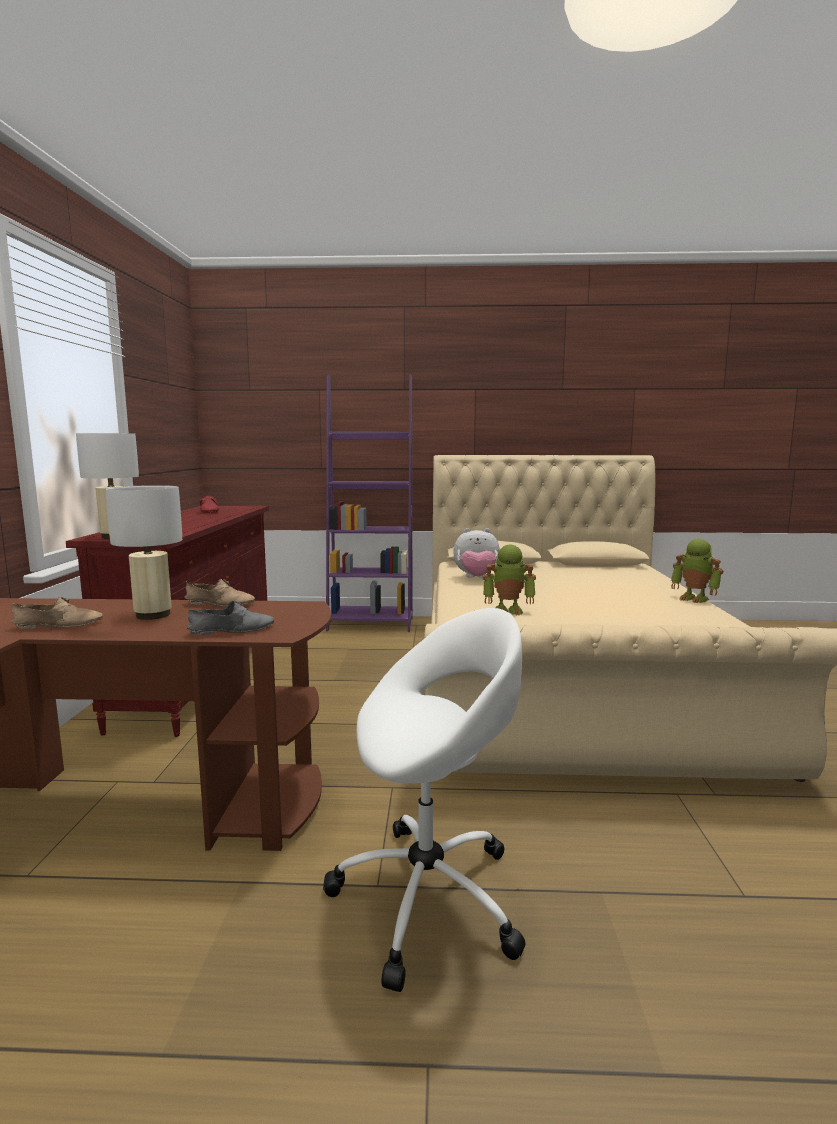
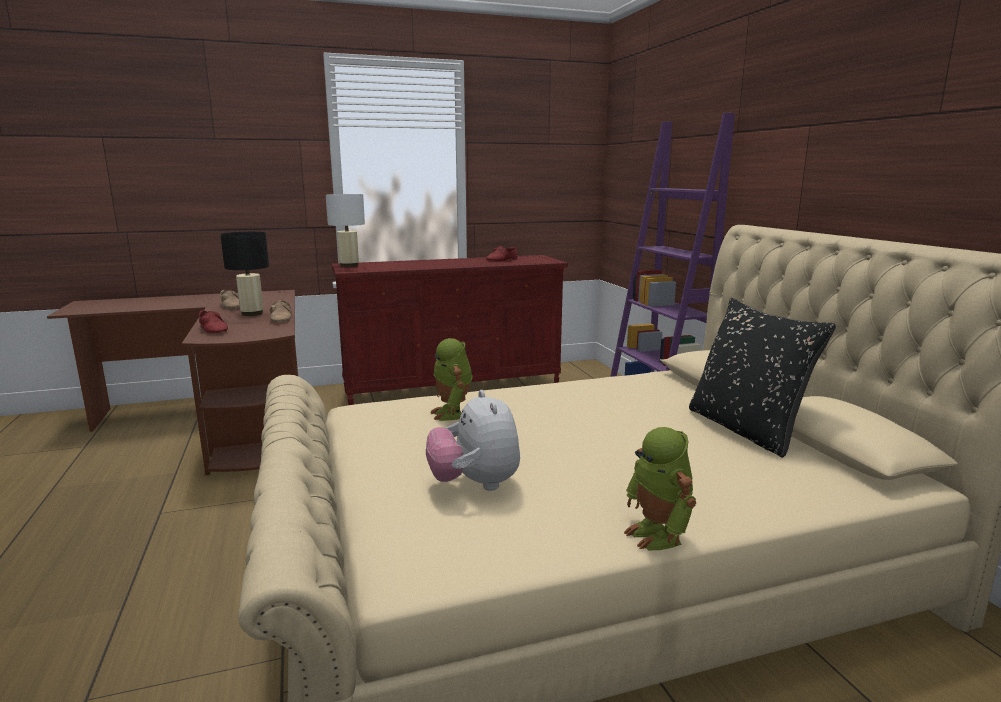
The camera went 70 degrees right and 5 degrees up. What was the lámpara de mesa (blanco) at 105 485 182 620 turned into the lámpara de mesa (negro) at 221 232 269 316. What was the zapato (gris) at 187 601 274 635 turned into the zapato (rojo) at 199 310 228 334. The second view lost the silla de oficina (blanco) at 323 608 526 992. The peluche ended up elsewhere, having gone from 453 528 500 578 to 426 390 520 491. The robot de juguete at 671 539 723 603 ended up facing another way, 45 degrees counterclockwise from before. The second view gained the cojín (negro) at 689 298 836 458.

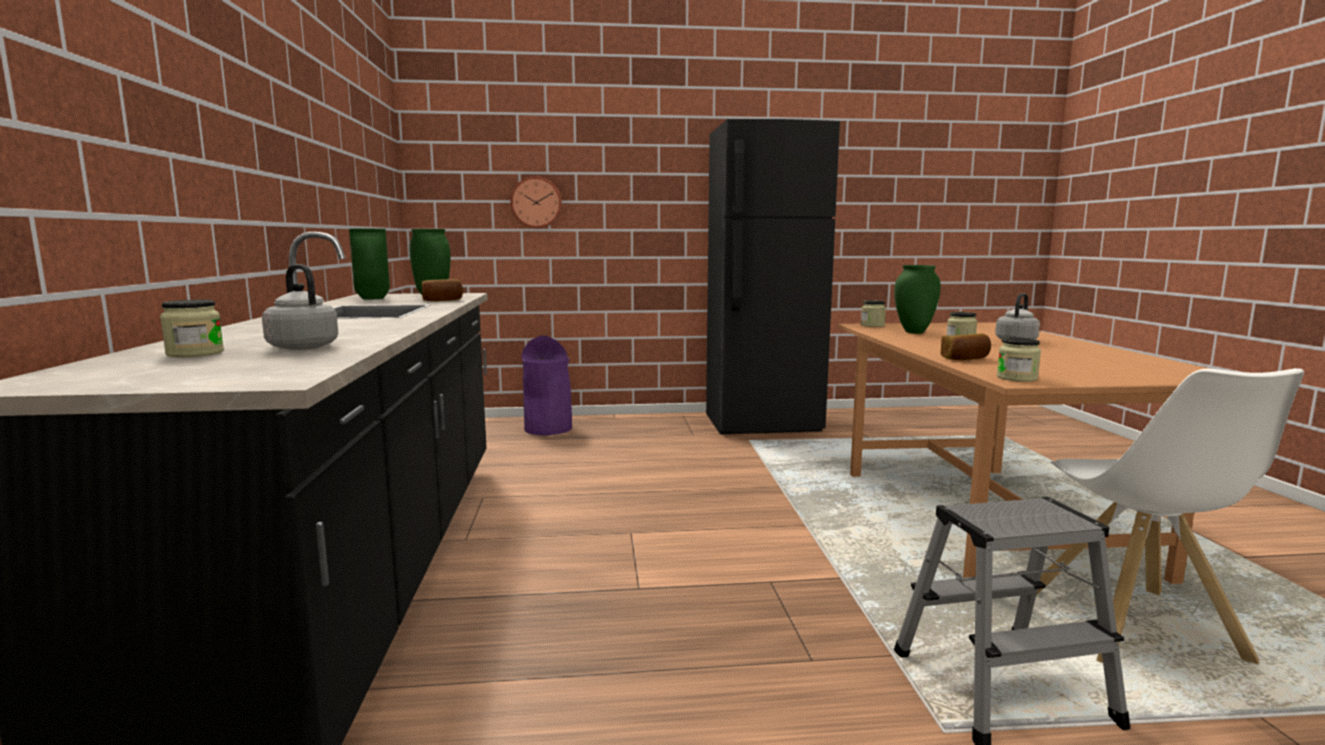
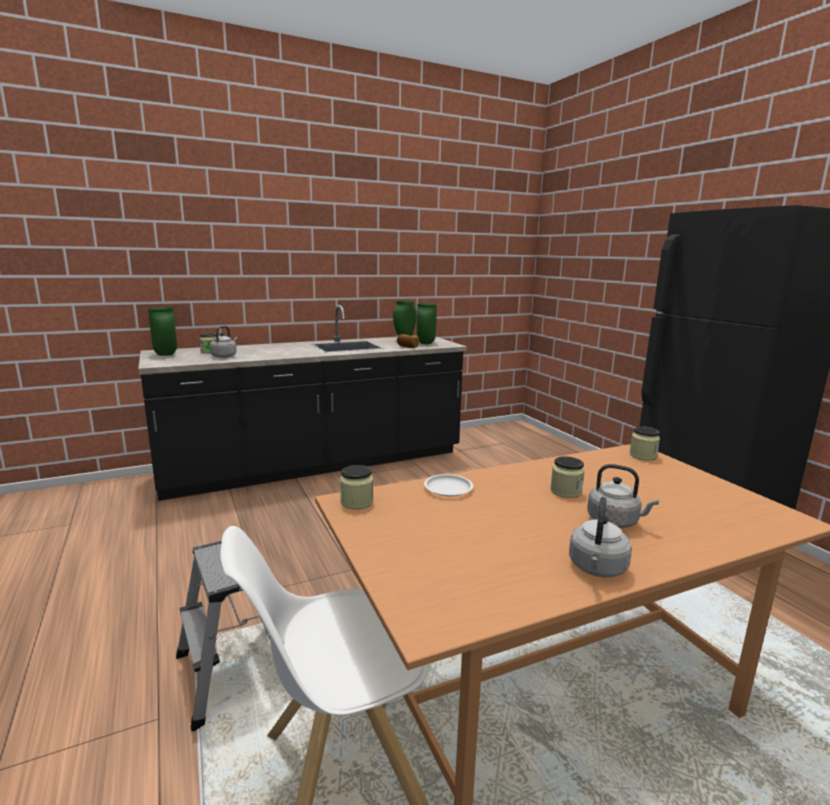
The camera went 70 degrees right and 5 degrees up. The second view lost the reloj de pared at 510 176 562 228. The second view lost the papelera (morado) at 522 336 572 435. The florero (verde) ended up elsewhere, having gone from 894 265 941 334 to 148 307 177 356. Where the pan stood at 941 333 991 360, the plato (blanco) came to stand at 424 474 473 496. The second view gained the hervidor (gris) at 569 497 632 577.

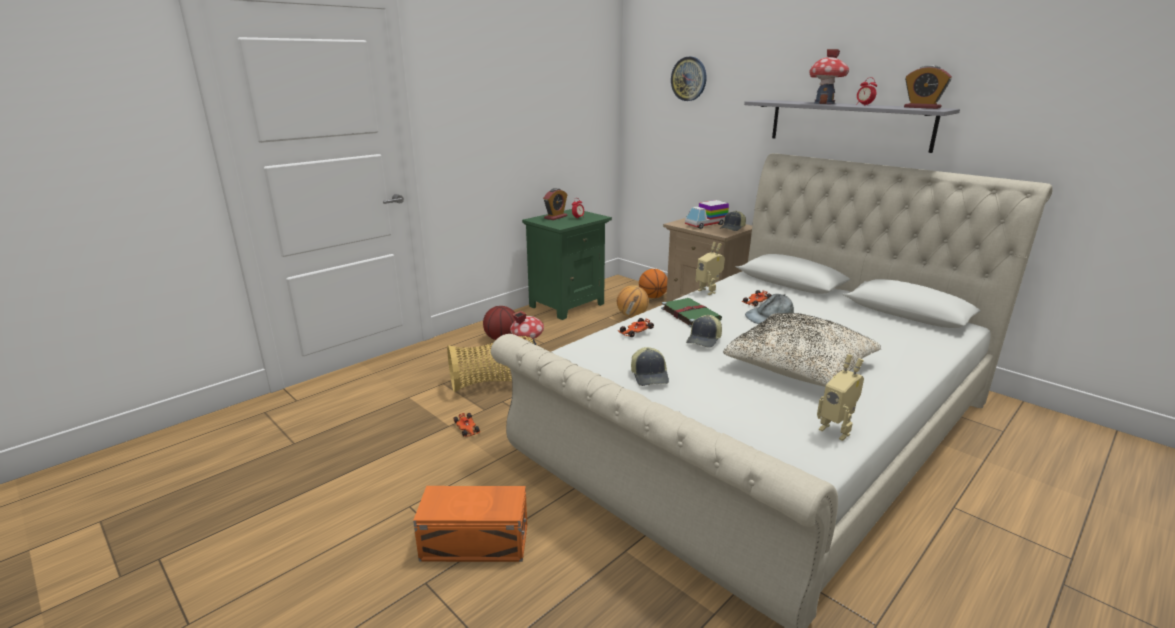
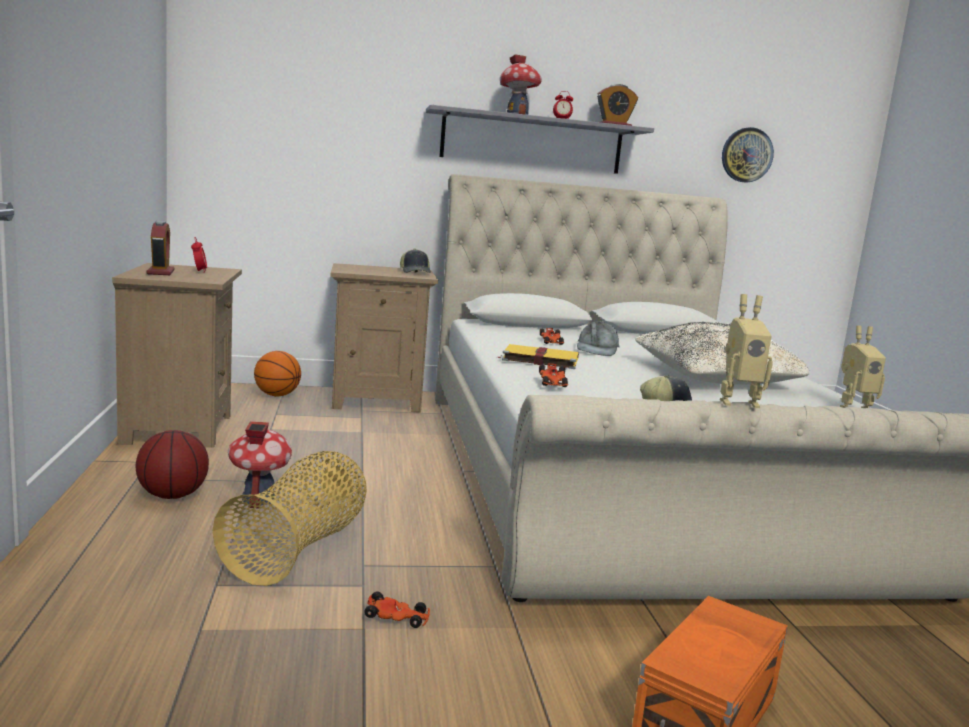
The camera went 55 degrees left and 10 degrees down. What was the mesita de noche (verde) at 522 209 612 320 turned into the mesita de noche (beis) at 112 263 242 448. The second view lost the balón de baloncesto at 617 285 649 317. What was the libro (verde) at 661 298 722 327 turned into the libro (amarillo) at 497 344 579 369. The reloj de pared ended up elsewhere, having gone from 671 57 707 101 to 722 127 774 182. The second view lost the camión de juguete at 685 200 729 229. The second view lost the gorra at 686 315 722 348. The robot de juguete ended up elsewhere, having gone from 696 242 725 295 to 720 294 773 408.

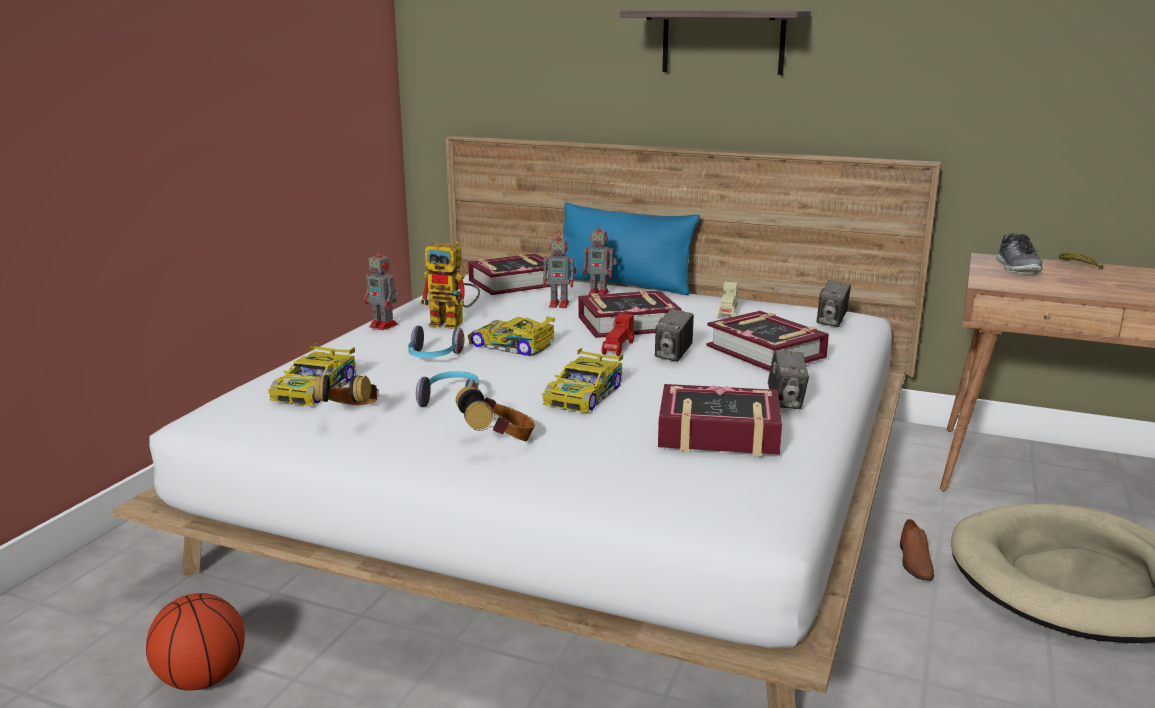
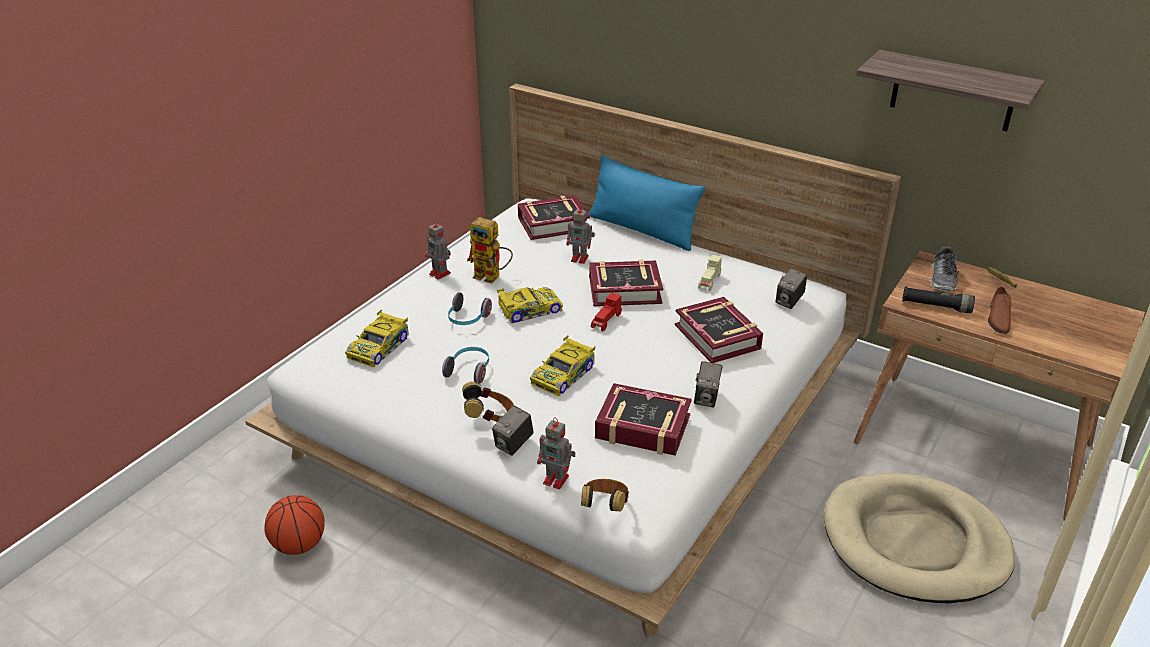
The camera went 10 degrees right and 15 degrees up. The auriculares ended up elsewhere, having gone from 314 375 379 405 to 581 479 629 512. The coche de juguete at 468 316 555 356 ended up facing another way, 120 degrees clockwise from before. The robot de juguete ended up elsewhere, having gone from 583 222 617 295 to 537 417 576 490. The estante ended up elsewhere, having gone from 620 11 811 75 to 856 50 1045 132. The cámara ended up elsewhere, having gone from 655 309 694 362 to 492 405 533 456. The zapato (marrón) ended up elsewhere, having gone from 900 519 934 581 to 988 287 1011 334. The second view gained the linterna (negro) at 902 286 975 313.

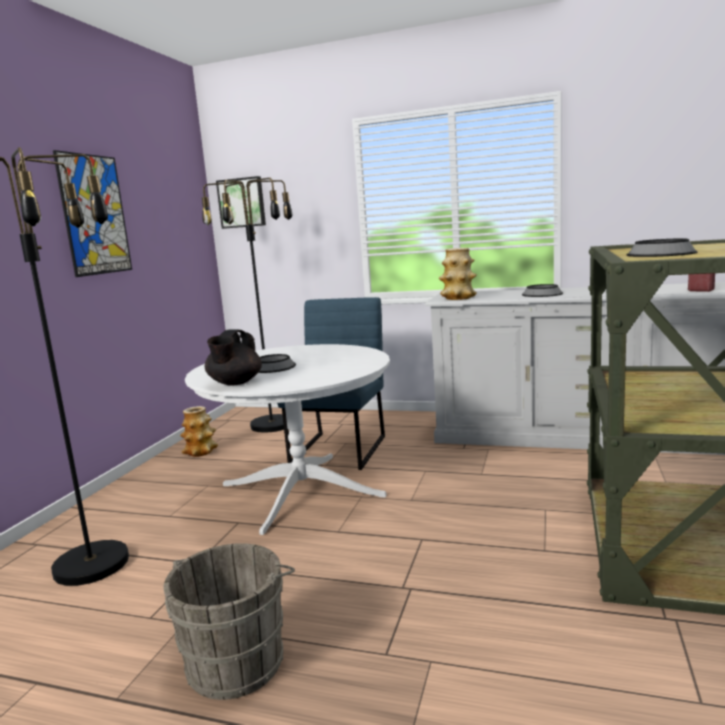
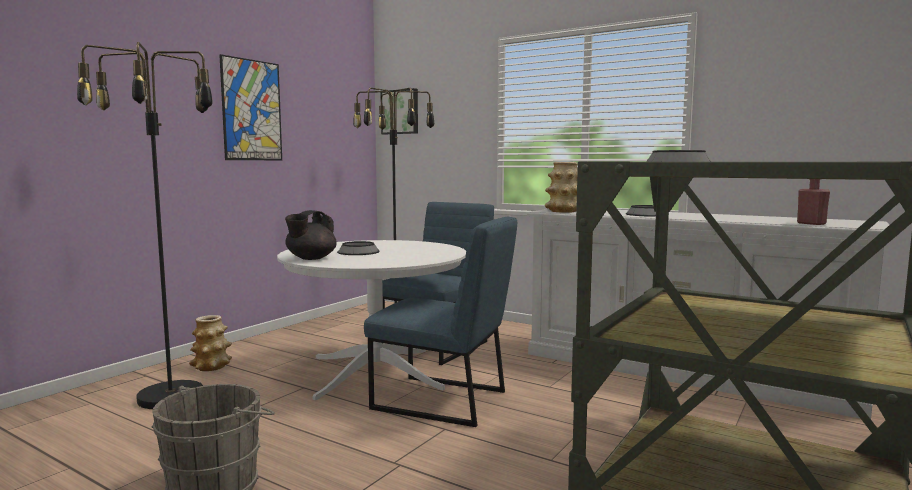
The camera went 15 degrees right and 5 degrees down. The florero ended up elsewhere, having gone from 180 406 218 457 to 189 315 232 371. The second view gained the silla (azul) at 364 217 517 427.

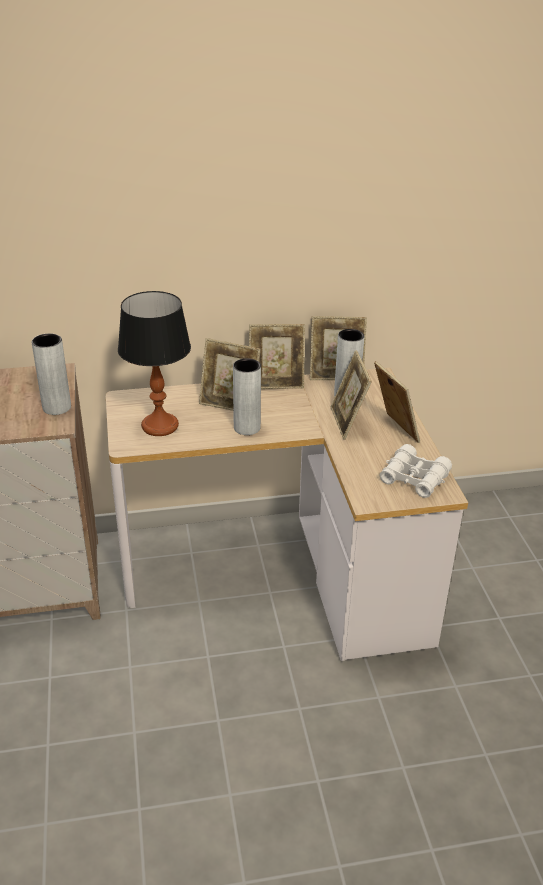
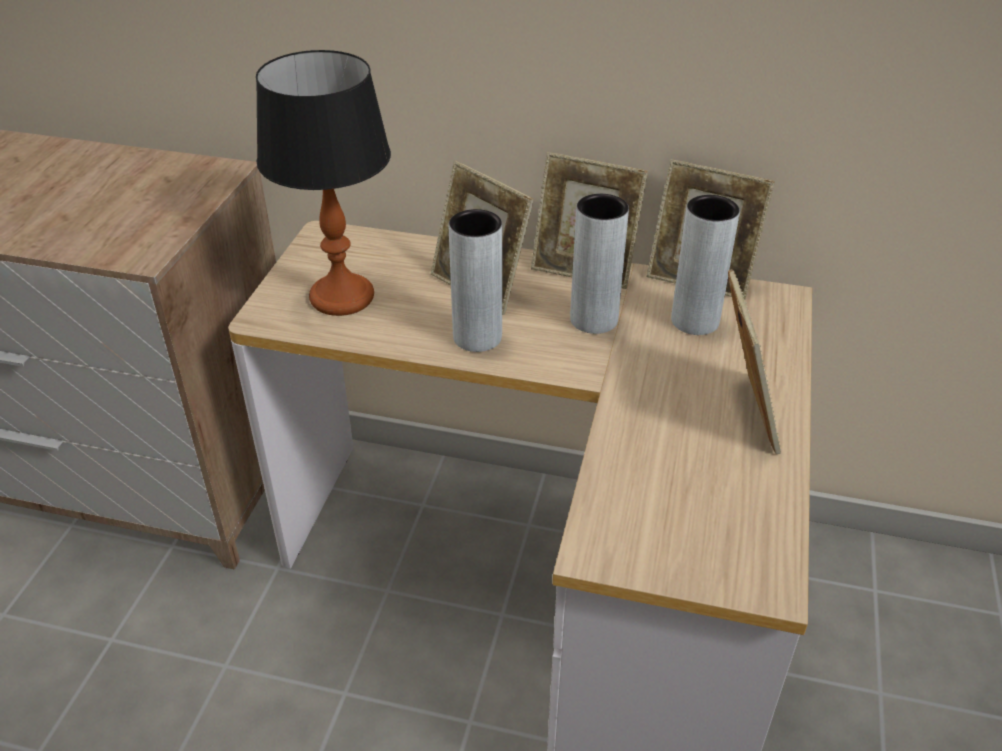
The camera went 25 degrees right and 5 degrees up. The florero (gris) ended up elsewhere, having gone from 32 333 71 415 to 570 194 629 334. The second view lost the portarretratos at 330 350 372 440. The second view lost the prismáticos (blanco) at 380 444 452 498.

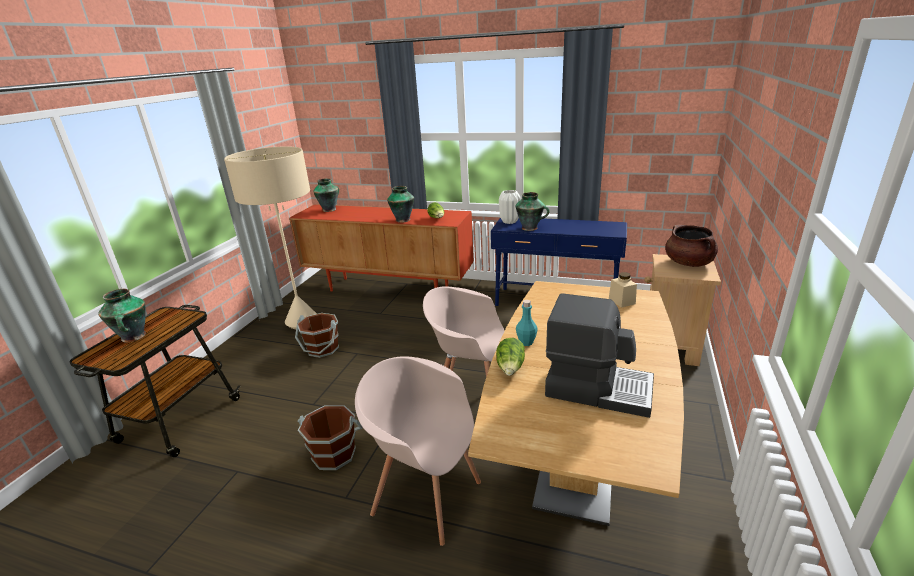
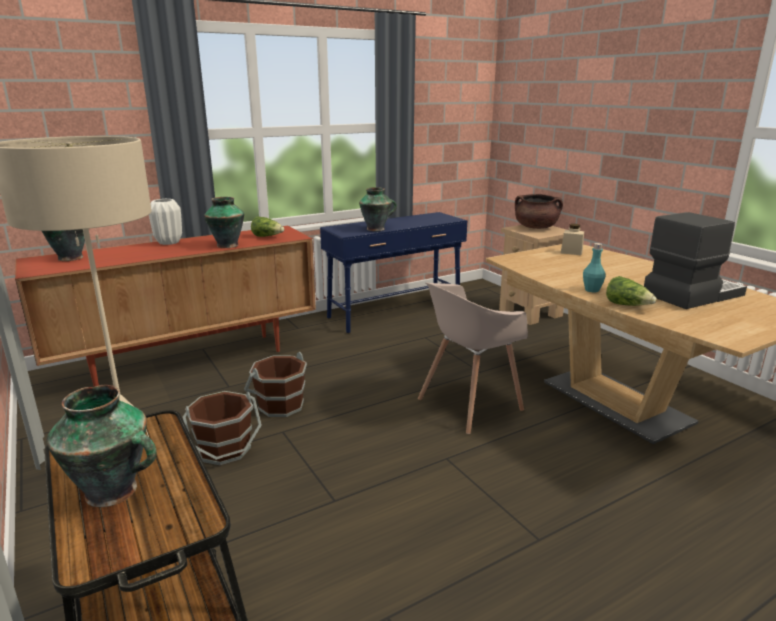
The camera went 50 degrees left and 5 degrees down. The cubo (marrón) ended up elsewhere, having gone from 298 405 363 470 to 244 352 307 417. The second view lost the silla (beis) at 355 356 481 546. The florero (blanco) ended up elsewhere, having gone from 499 190 521 224 to 149 199 182 245.

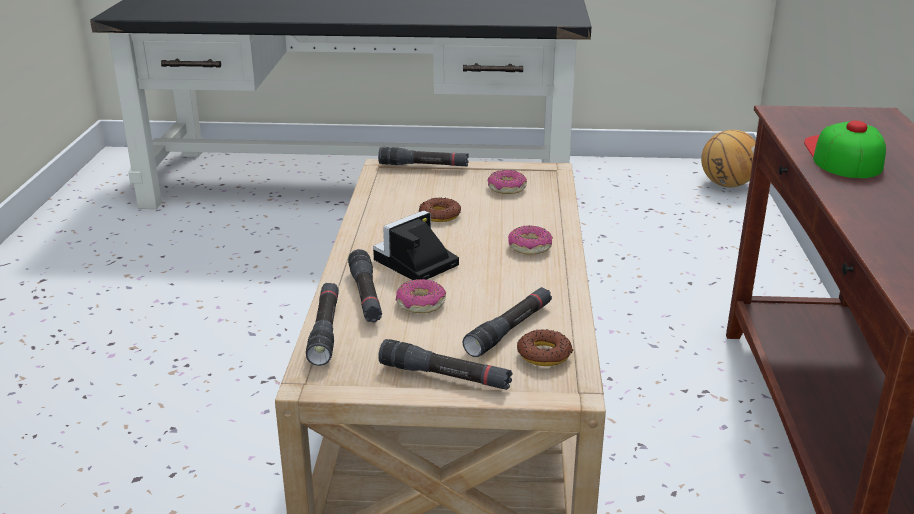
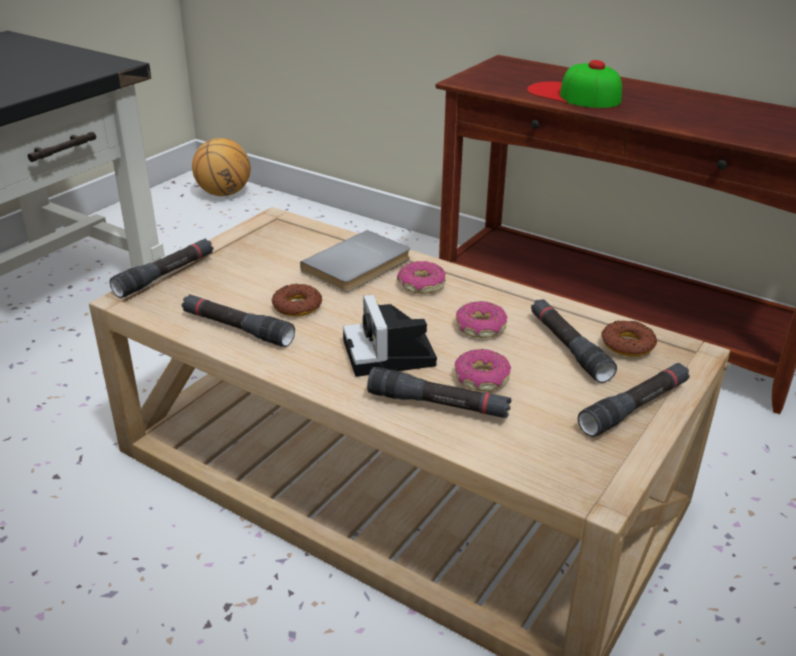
The camera went 60 degrees left and 5 degrees up. The linterna (negro) ended up elsewhere, having gone from 306 283 339 366 to 182 295 295 347. The rosquilla ended up elsewhere, having gone from 488 170 527 194 to 456 301 507 338. The second view gained the libro (gris) at 300 230 410 292.

